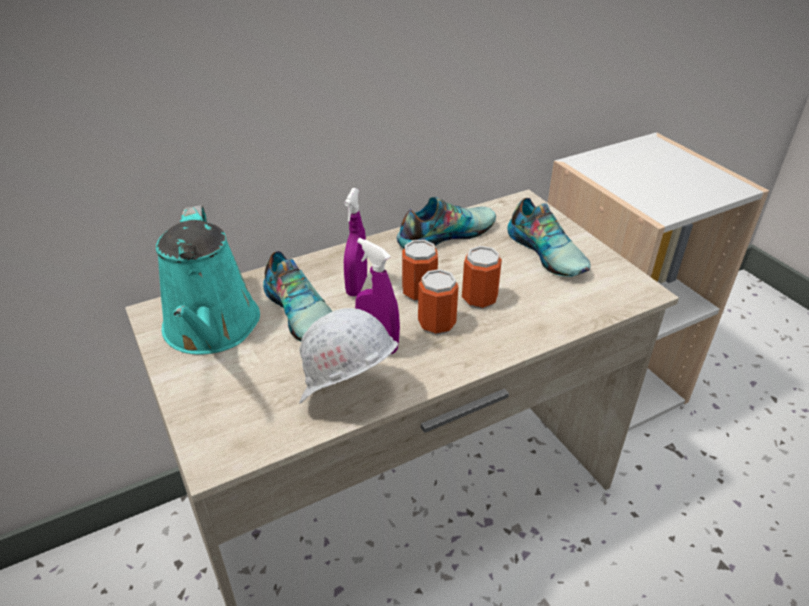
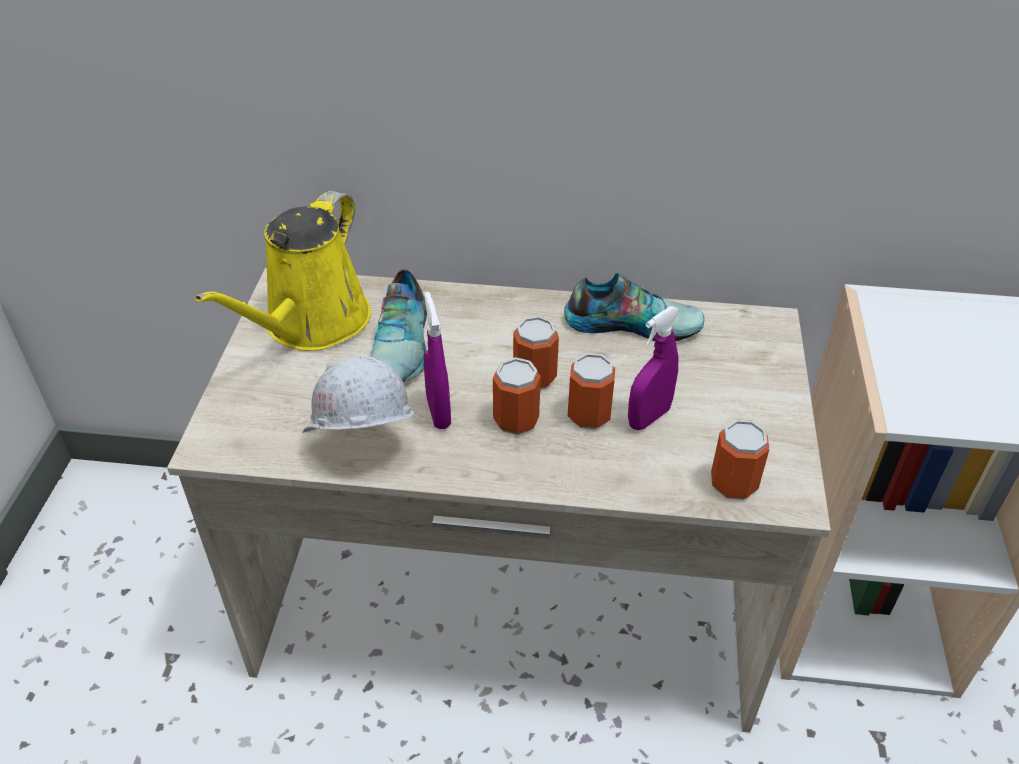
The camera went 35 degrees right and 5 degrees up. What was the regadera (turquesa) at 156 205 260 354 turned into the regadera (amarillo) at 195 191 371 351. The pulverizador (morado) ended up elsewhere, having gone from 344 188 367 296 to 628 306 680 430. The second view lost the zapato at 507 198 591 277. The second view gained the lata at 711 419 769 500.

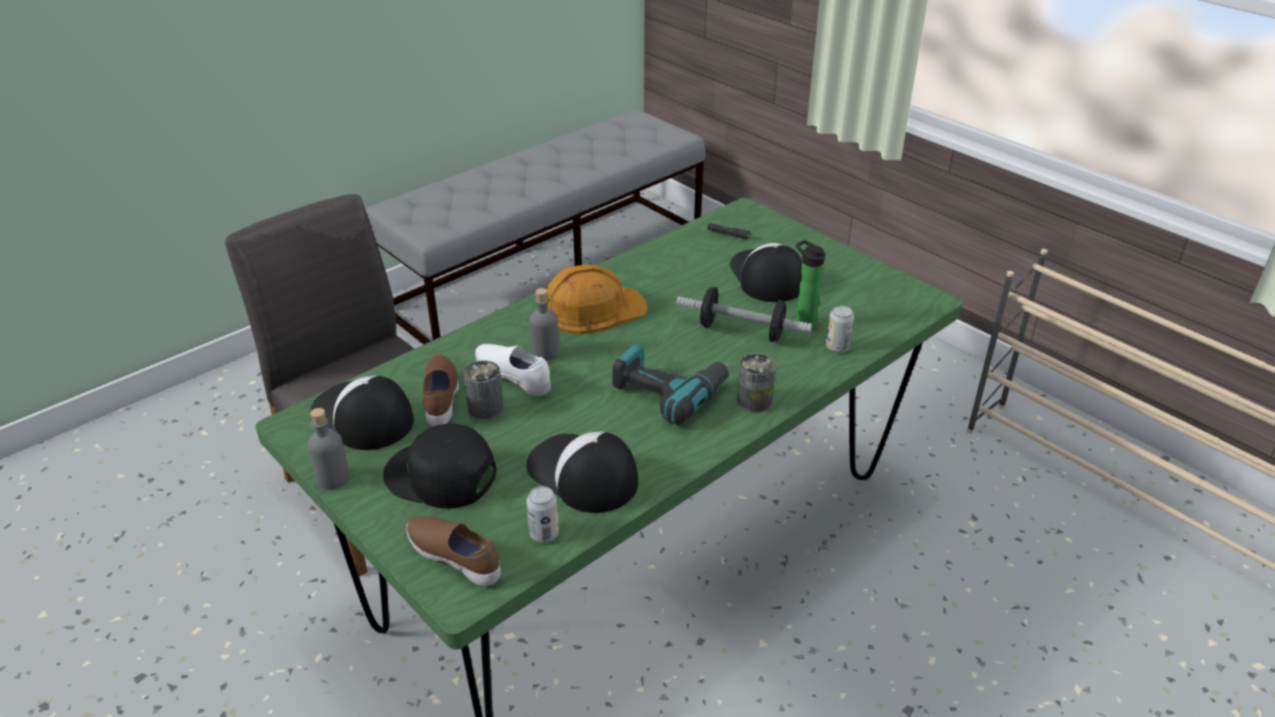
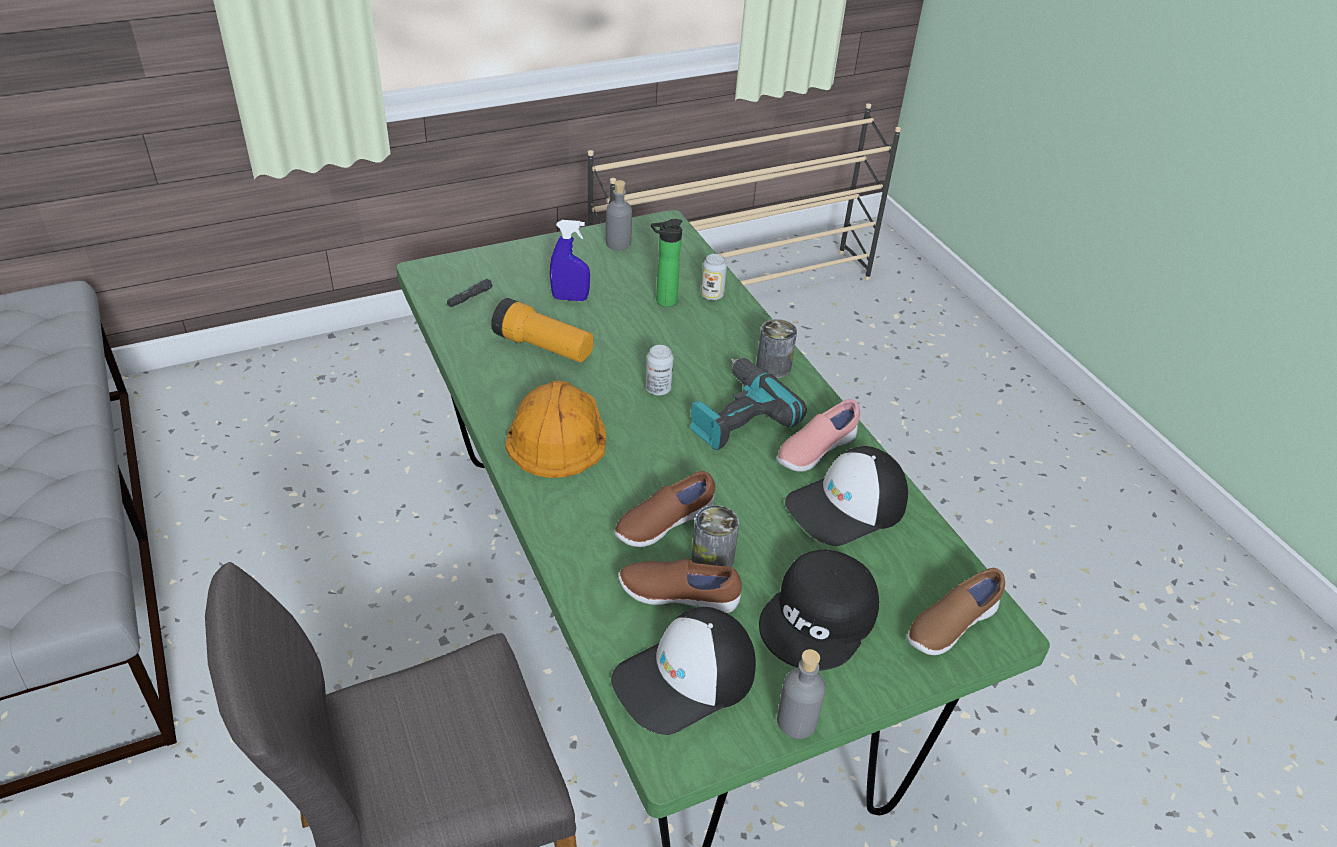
The camera went 75 degrees left and 5 degrees up. What was the zapato (blanco) at 475 344 551 396 turned into the zapato (marrón) at 614 471 715 547. The lata ended up elsewhere, having gone from 526 486 559 542 to 646 345 674 396. The botella (gris) ended up elsewhere, having gone from 529 288 560 361 to 606 180 632 250. The second view lost the mancuerna at 677 287 812 342. Where the gorra stood at 730 243 802 302, the pulverizador (azul) came to stand at 550 220 590 301. The second view gained the linterna at 491 298 594 363. The second view gained the zapato (rosa) at 777 399 860 472.

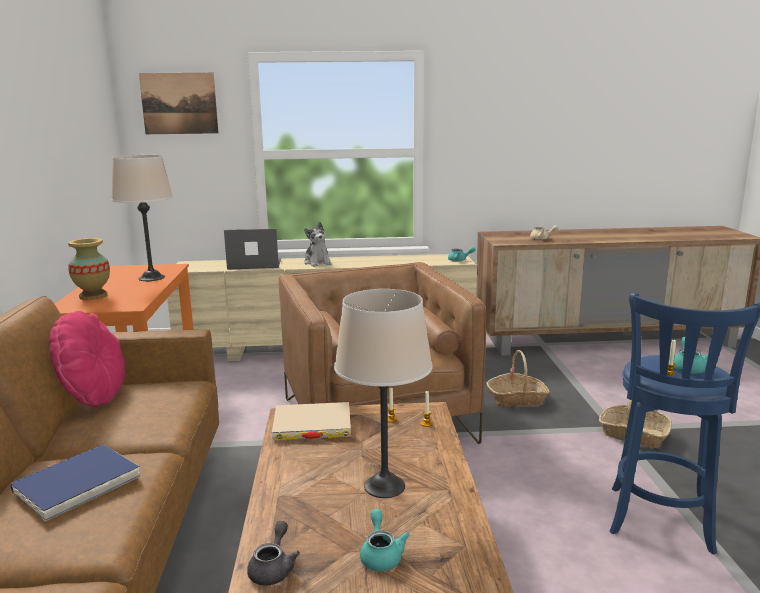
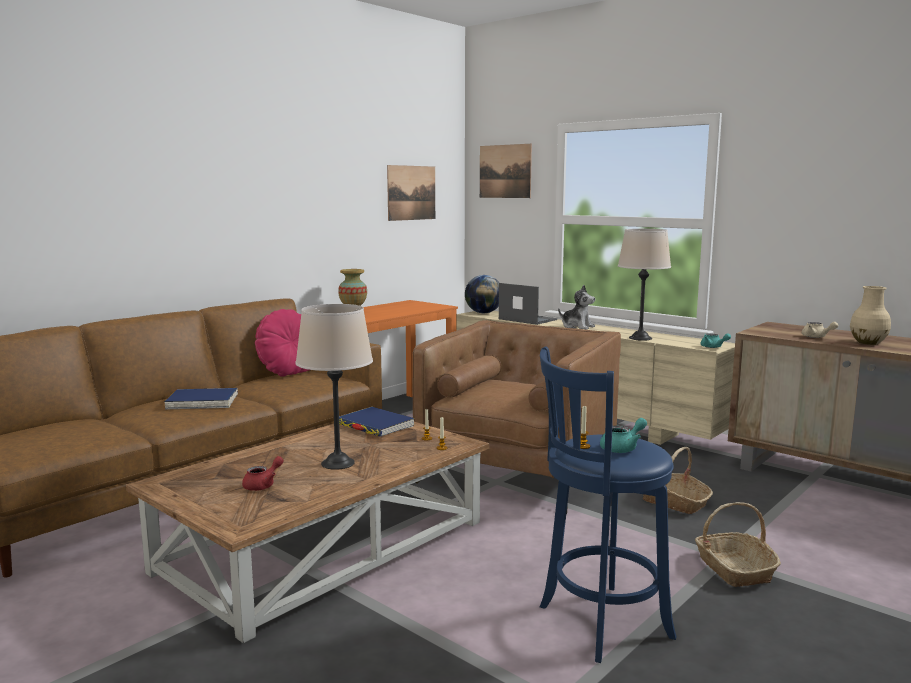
The camera went 45 degrees right and 5 degrees down. The lámpara de mesa (beis) ended up elsewhere, having gone from 111 155 173 281 to 618 229 671 341. The second view lost the tetera (gris) at 247 521 300 586. What was the libro (beis) at 272 402 351 440 turned into the libro (azul) at 339 407 415 437. The peluche at 304 221 331 267 ended up facing another way, 75 degrees counterclockwise from before. What was the tetera (turquesa) at 360 509 410 571 turned into the tetera (rojo) at 242 456 284 491. The second view gained the cuadro at 387 165 435 221. The second view gained the globo terráqueo at 465 275 499 313. The second view gained the florero (beis) at 850 286 891 345.

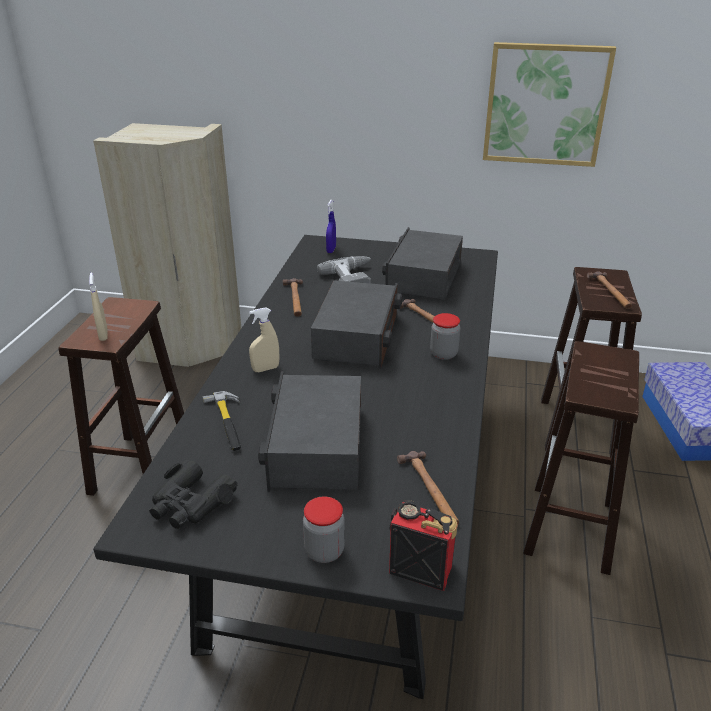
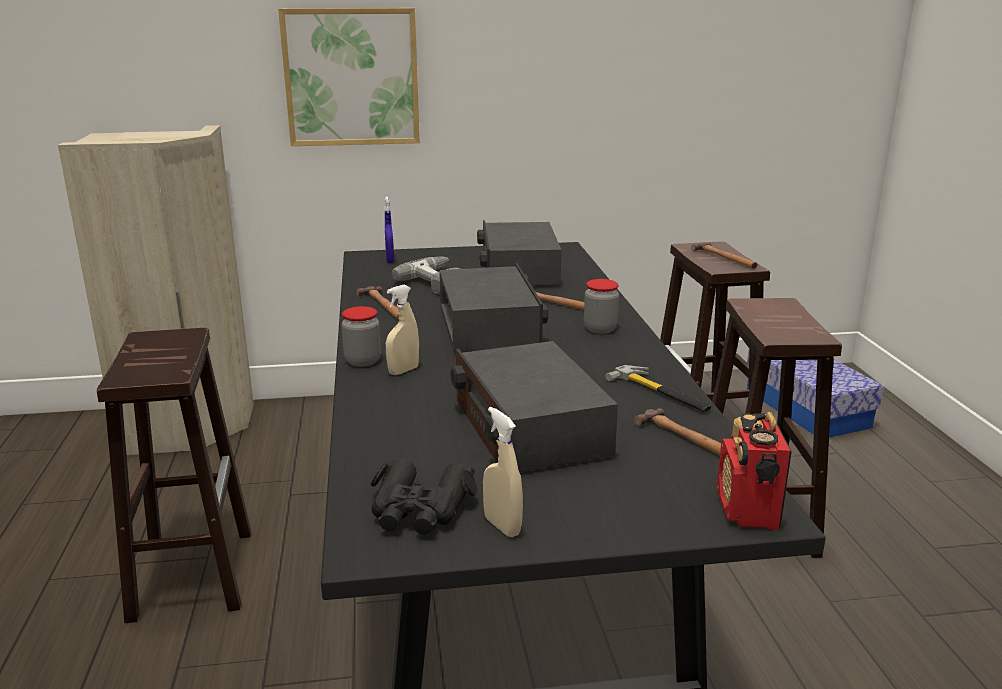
The camera went 20 degrees left and 10 degrees down. The pulverizador (beis) ended up elsewhere, having gone from 89 272 108 341 to 483 407 523 537. The martillo ended up elsewhere, having gone from 203 391 242 451 to 605 365 711 412. The tarro ended up elsewhere, having gone from 303 496 345 563 to 342 306 381 367. The radio at 389 500 458 591 ended up facing another way, 90 degrees counterclockwise from before. The cuadro ended up elsewhere, having gone from 483 42 616 167 to 278 8 420 146.

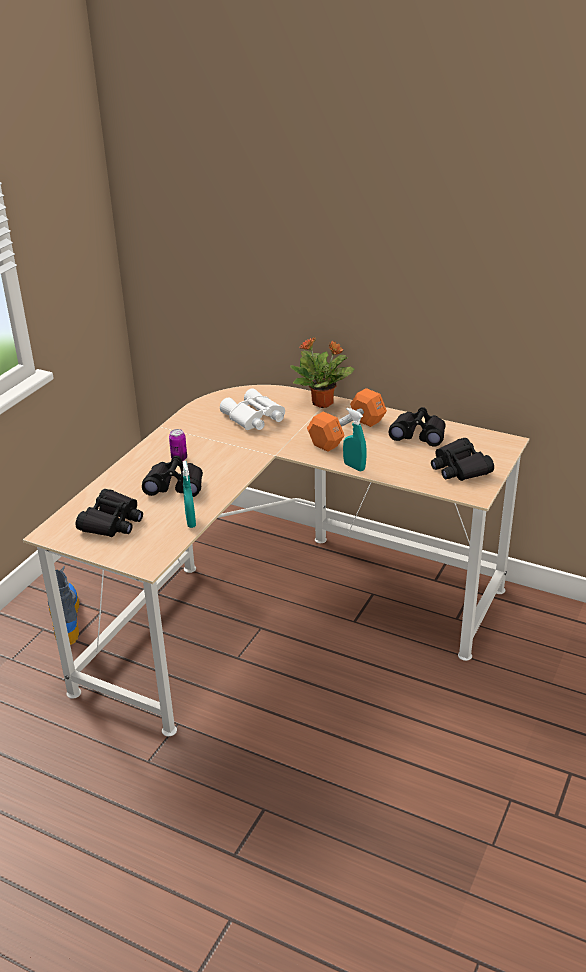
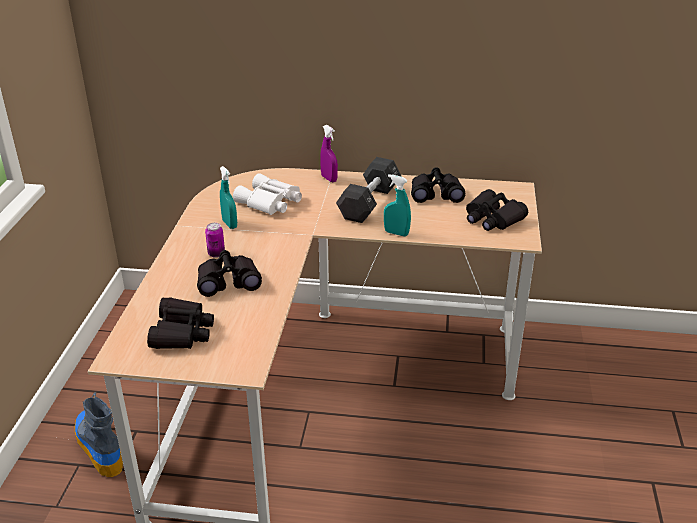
The camera went 20 degrees left and 0 degrees up. The pulverizador (turquesa) ended up elsewhere, having gone from 183 461 196 528 to 220 166 237 229. Where the planta en maceta stood at 290 337 355 408, the pulverizador (morado) came to stand at 320 125 338 182. What was the mancuerna (naranja) at 307 388 387 452 turned into the mancuerna (negro) at 336 157 401 223.

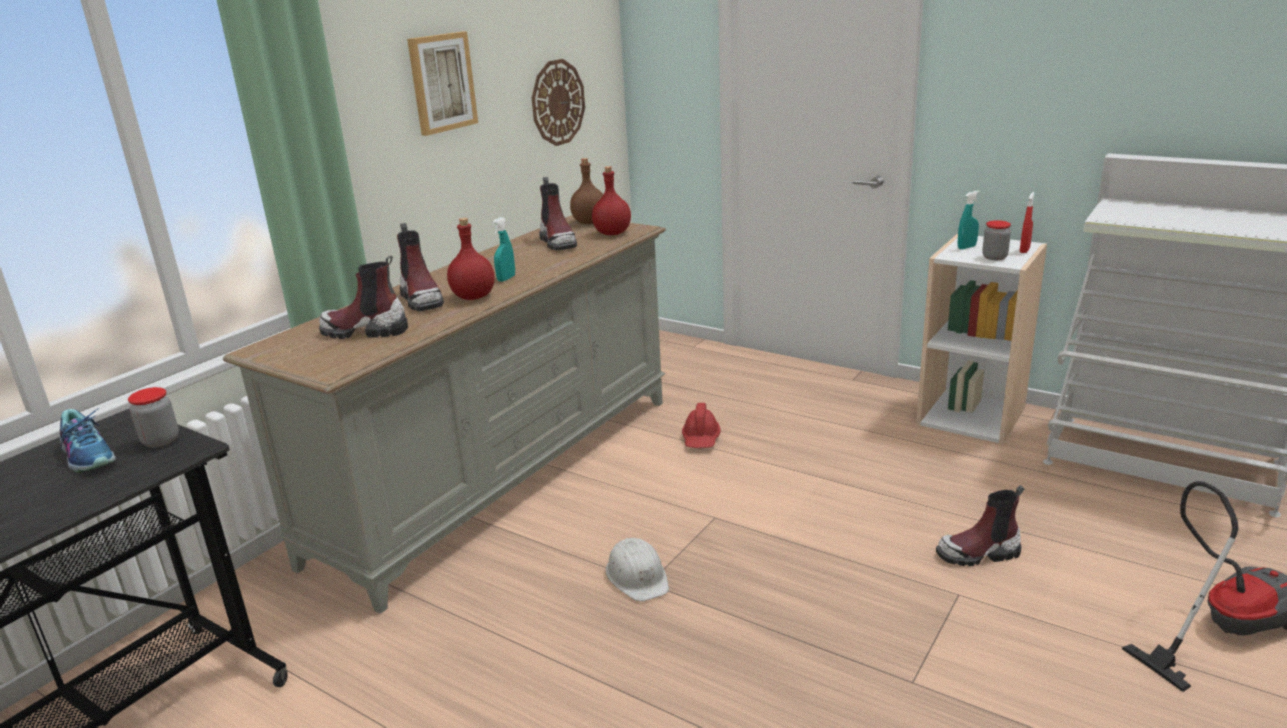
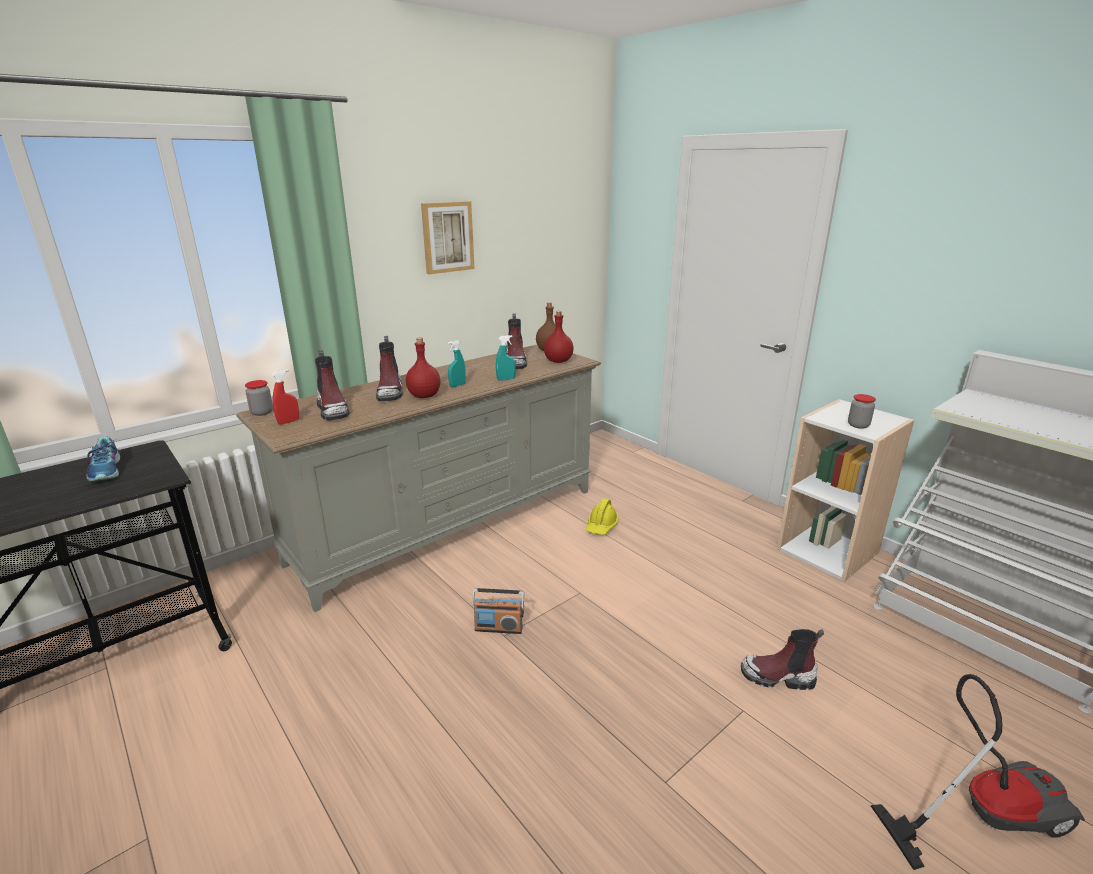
The camera went 15 degrees right and 0 degrees up. The tarro ended up elsewhere, having gone from 128 387 179 448 to 245 380 273 416. The bota at 319 256 408 339 ended up facing another way, 135 degrees counterclockwise from before. The second view lost the reloj de pared at 532 59 585 146. Where the casco (blanco) stood at 606 538 669 601, the radio came to stand at 472 588 524 634. What was the casco (rojo) at 682 403 721 448 turned into the casco (amarillo) at 586 498 619 535. The pulverizador (turquesa) ended up elsewhere, having gone from 958 191 980 249 to 496 335 516 381. The pulverizador (rojo) ended up elsewhere, having gone from 1020 192 1035 253 to 272 369 299 425.

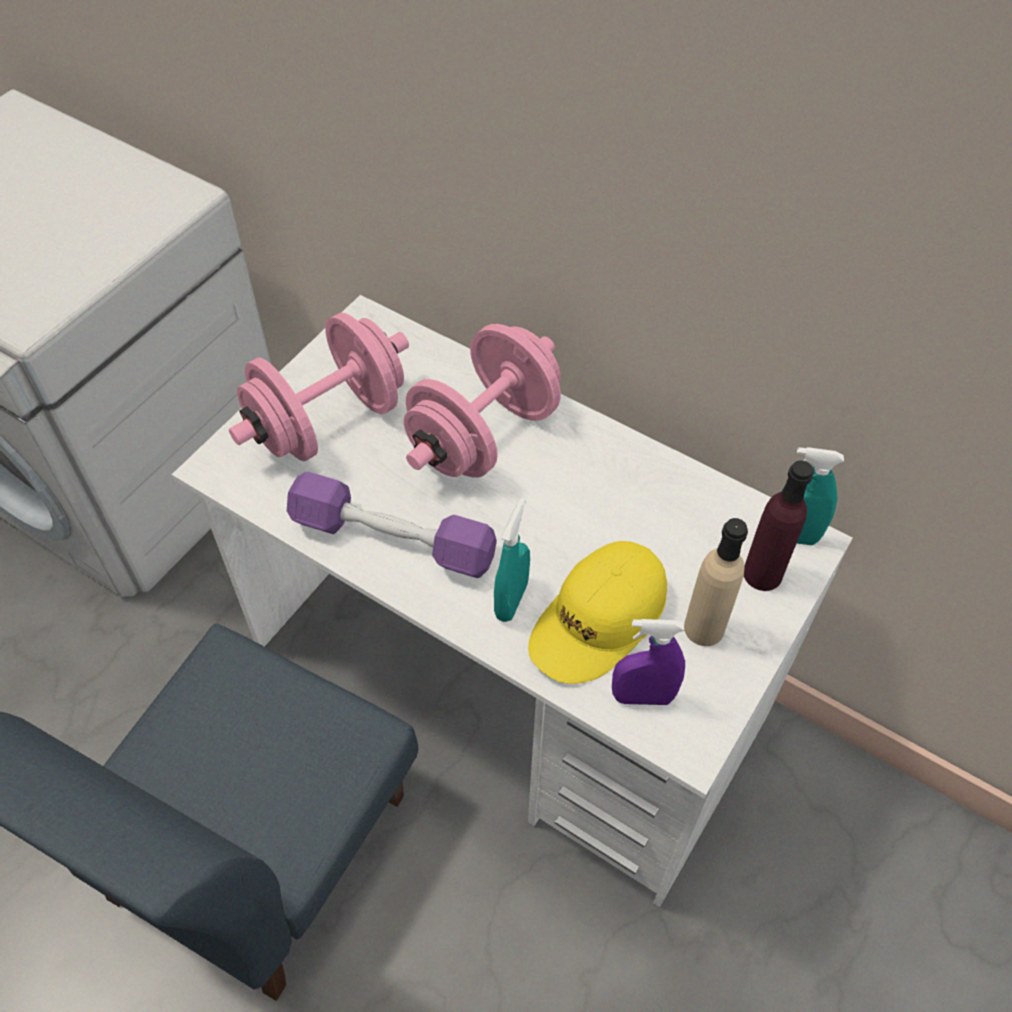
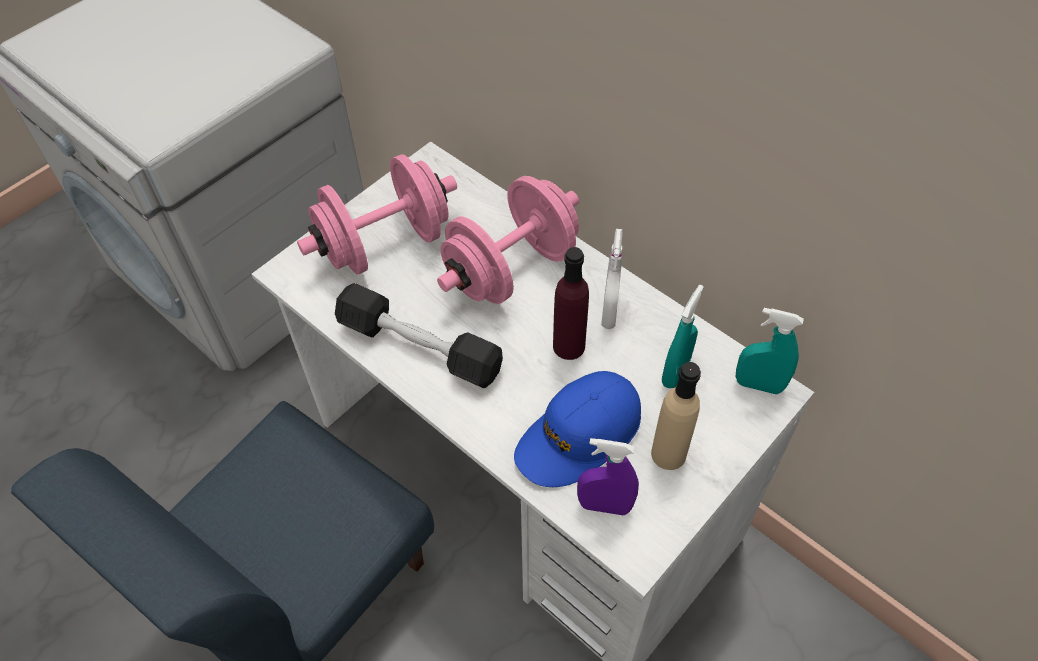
The camera went 10 degrees right and 0 degrees up. What was the mancuerna (morado) at 287 471 497 578 turned into the mancuerna (negro) at 335 283 503 388. The pulverizador (turquesa) ended up elsewhere, having gone from 494 498 530 622 to 662 285 704 388. What was the gorra (amarillo) at 528 541 667 684 turned into the gorra (azul) at 514 371 641 487. The botella (morado) ended up elsewhere, having gone from 744 460 813 591 to 553 247 589 360. The second view gained the pulverizador (blanco) at 601 229 622 329.

